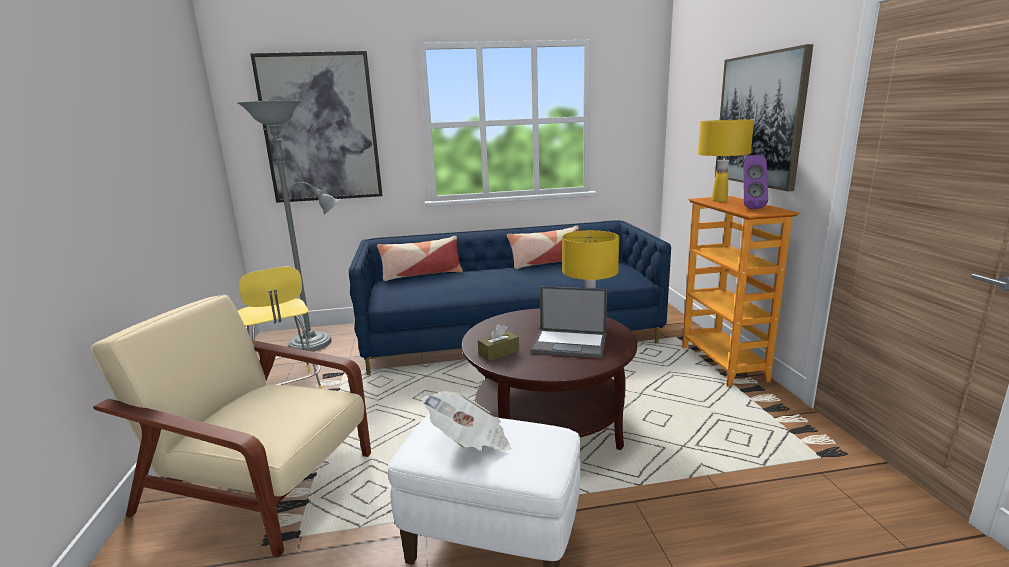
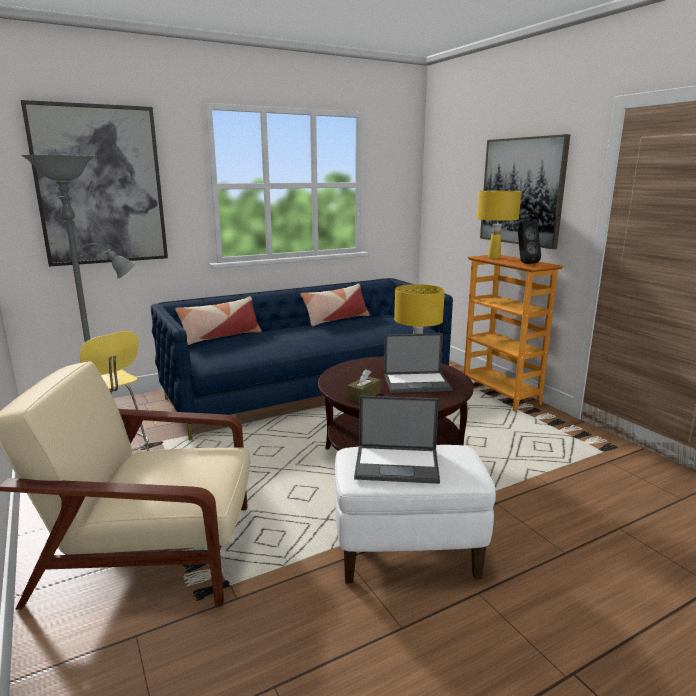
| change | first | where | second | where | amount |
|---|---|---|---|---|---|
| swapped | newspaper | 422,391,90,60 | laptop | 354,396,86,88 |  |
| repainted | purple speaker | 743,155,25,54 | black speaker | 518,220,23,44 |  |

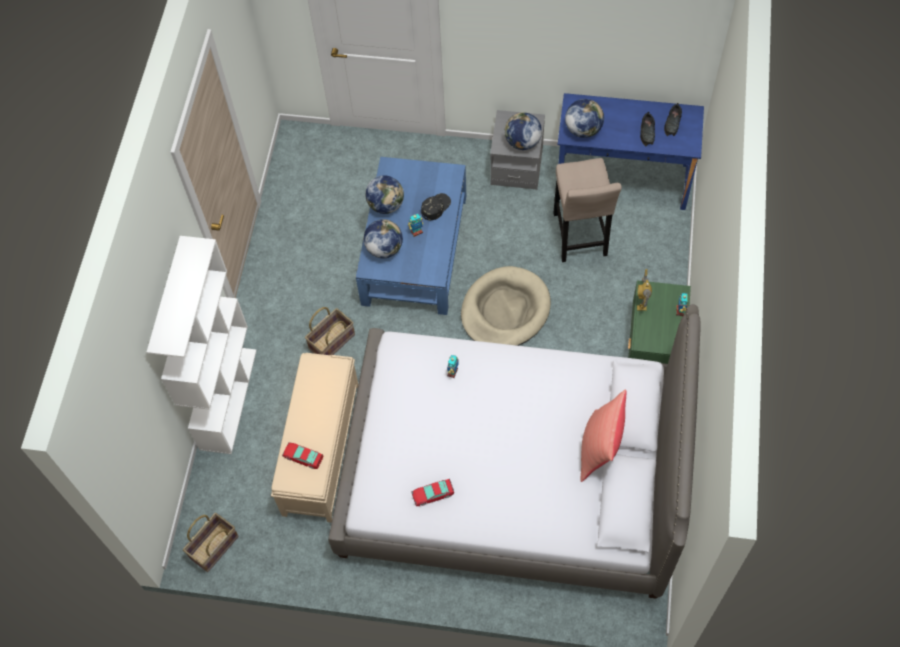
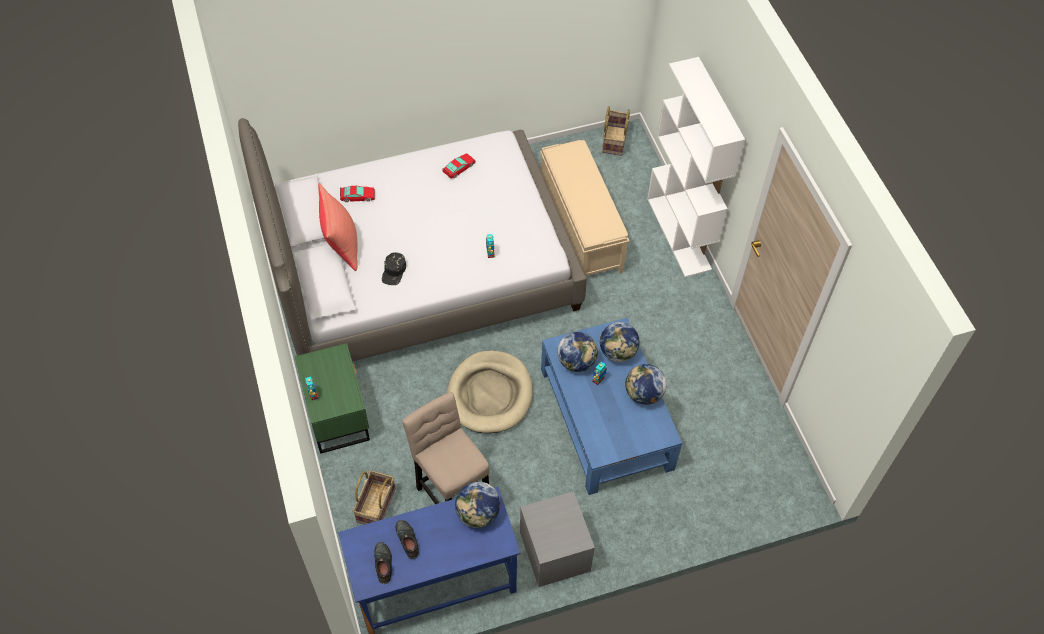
| change | first | where | second | where | amount |
|---|---|---|---|---|---|
| gone | toy robot | 637,269,15,42 |  |  |  |
| shifted | toy car | 282,442,42,27 |  | 340,186,35,16 |  |
| shifted | basket | 305,307,50,48 |  | 353,470,42,55 |  |
| shifted | black cap | 421,193,30,27 |  | 382,252,24,33 |  |
| shifted | globe | 505,112,37,38 |  | 558,332,40,40 |  |

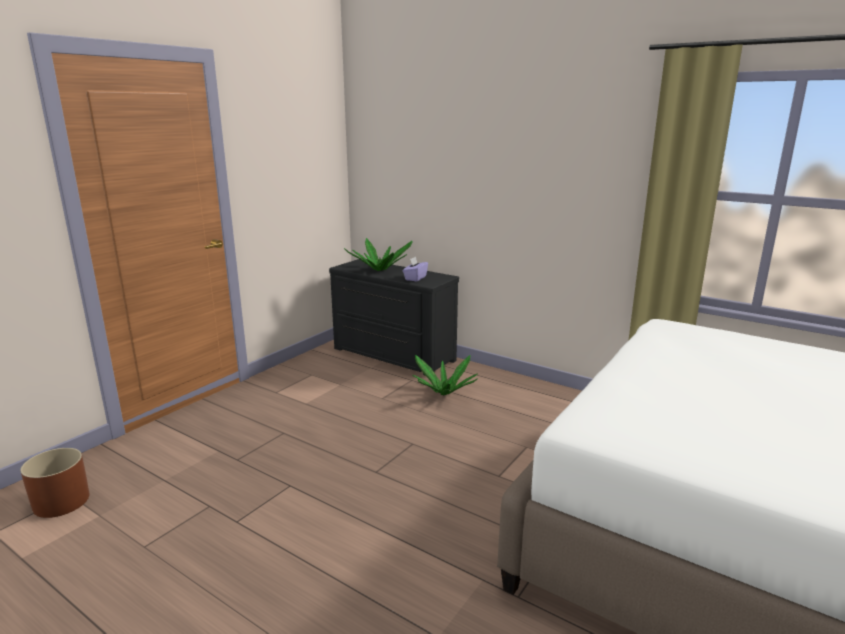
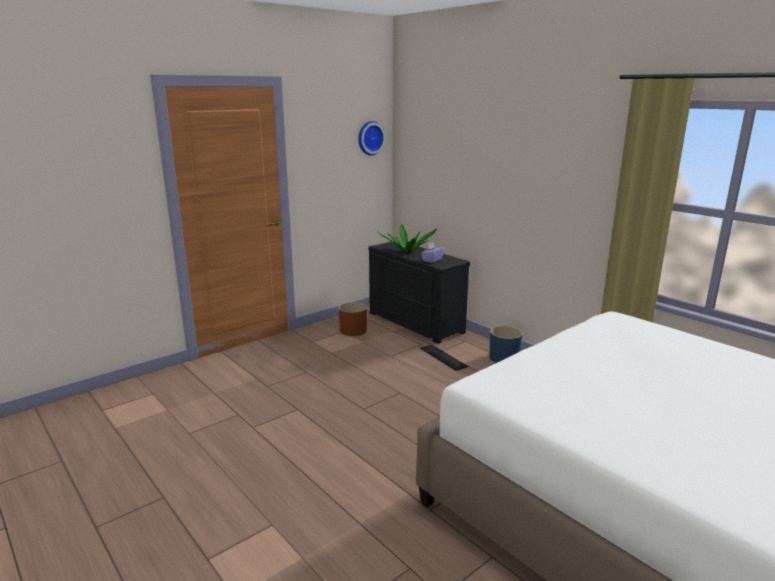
| change | first | where | second | where | amount |
|---|---|---|---|---|---|
| new |  |  | wall clock | 358,121,27,34 |  |
| new |  |  | blue planter | 489,326,34,37 |  |
| shifted | brown planter | 20,448,69,70 |  | 339,302,28,34 |  |
| swapped | potted plant | 412,355,66,40 | keyboard | 420,345,49,26 |  |

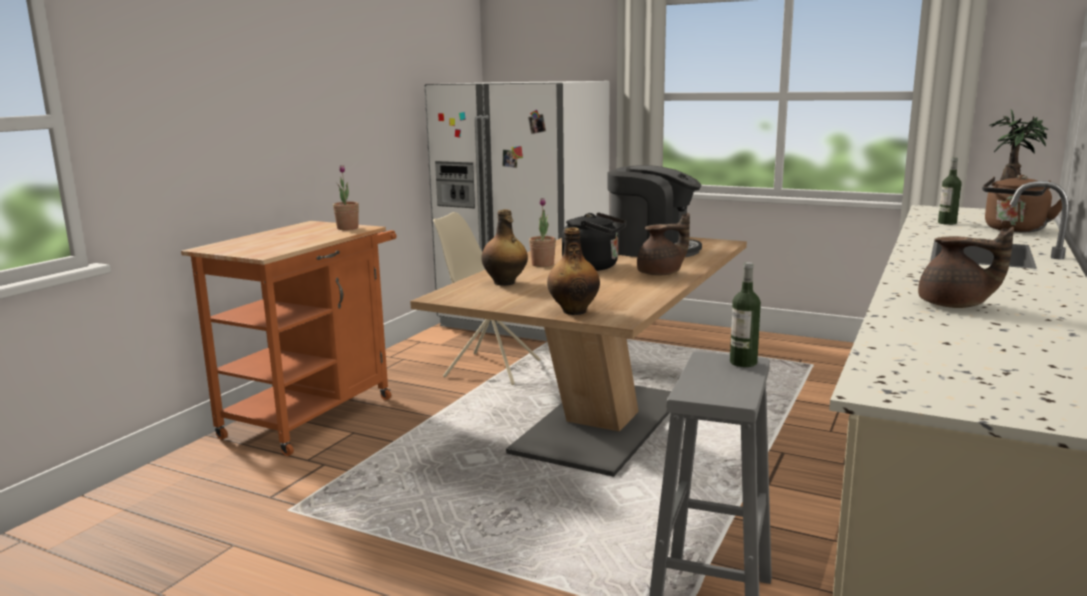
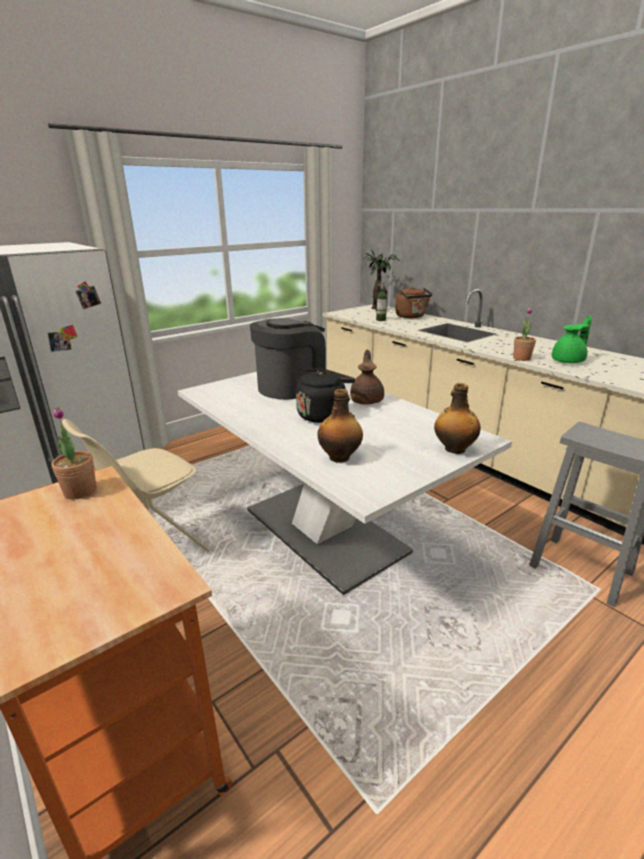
| change | first | where | second | where | amount |
|---|---|---|---|---|---|
| gone | bottle | 730,262,31,105 |  |  |  |
| shifted | potted plant | 529,198,27,69 |  | 513,307,23,54 |  |
| repainted | brown dining table | 410,237,337,240 | white dining table | 178,372,334,223 |  |
| repainted | brown teapot | 918,227,96,81 | green teapot | 552,315,40,48 |  |

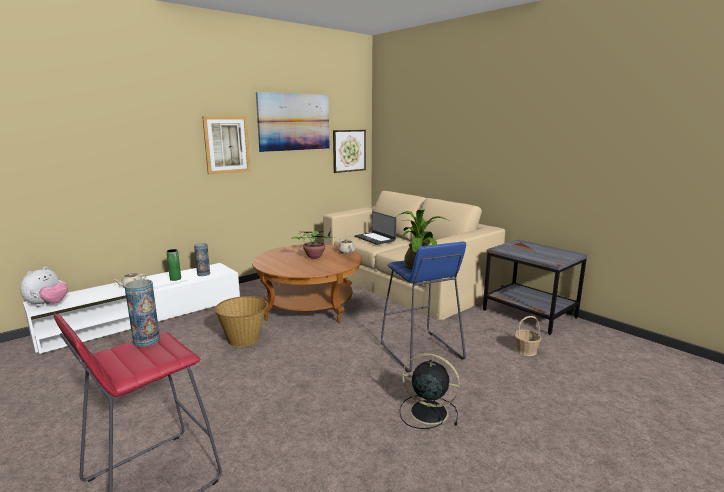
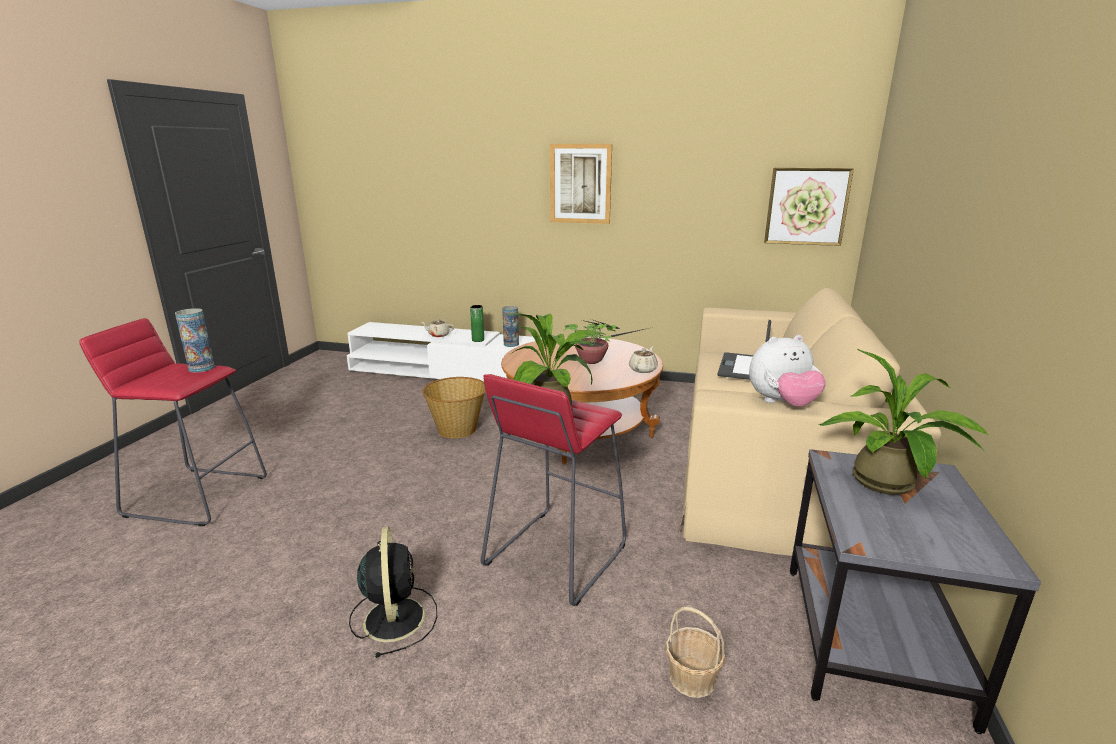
| change | first | where | second | where | amount |
|---|---|---|---|---|---|
| gone | picture | 256,92,74,60 |  |  |  |
| new |  |  | potted plant | 819,349,170,146 |  |
| shifted | plush toy | 20,267,48,40 |  | 749,335,77,72 |  |
| repainted | blue stool | 381,241,85,132 | red stool | 481,374,145,232 |  |

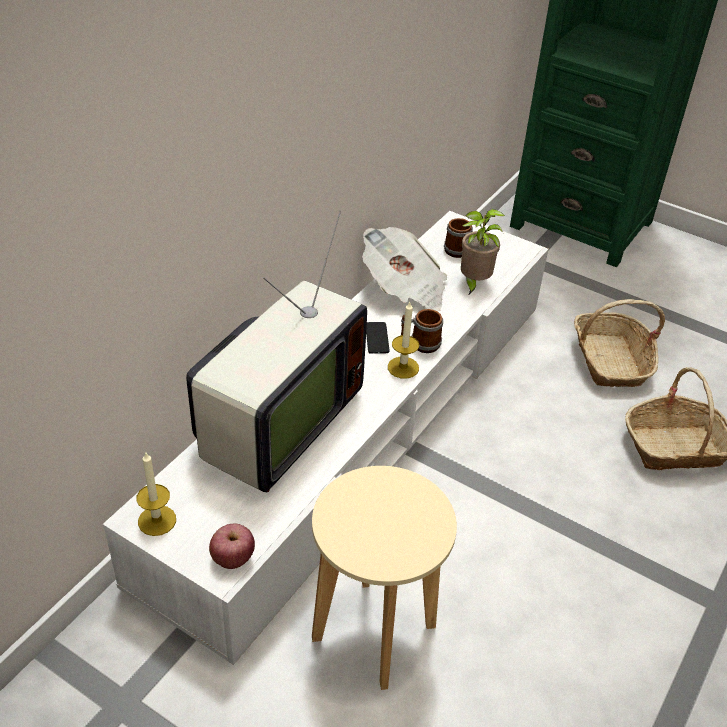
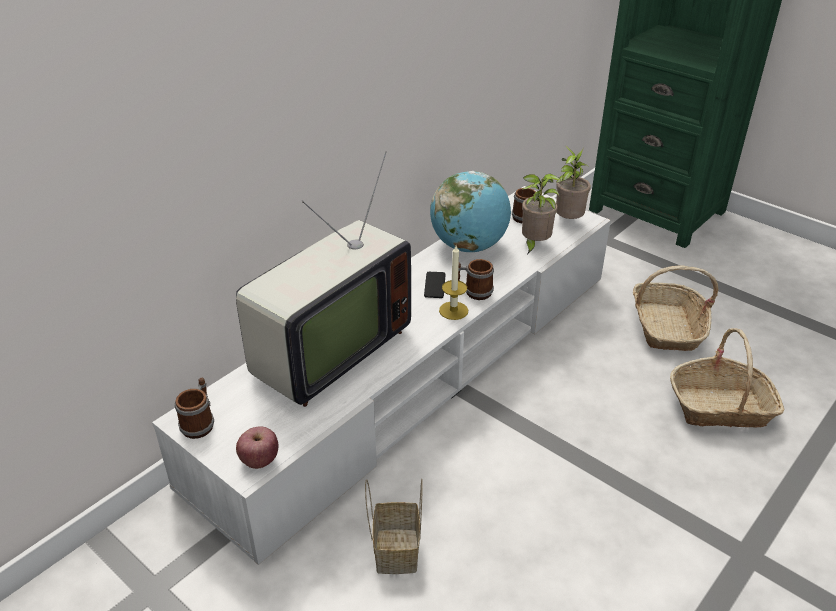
| change | first | where | second | where | amount |
|---|---|---|---|---|---|
| new |  |  | potted plant | 556,146,35,73 |  |
| swapped | candle | 137,451,39,85 | mug | 175,378,39,61 |  |
| swapped | beige stool | 312,466,145,224 | basket | 365,479,58,95 |  |
| swapped | newspaper | 362,227,85,84 | globe | 430,171,81,81 |  |

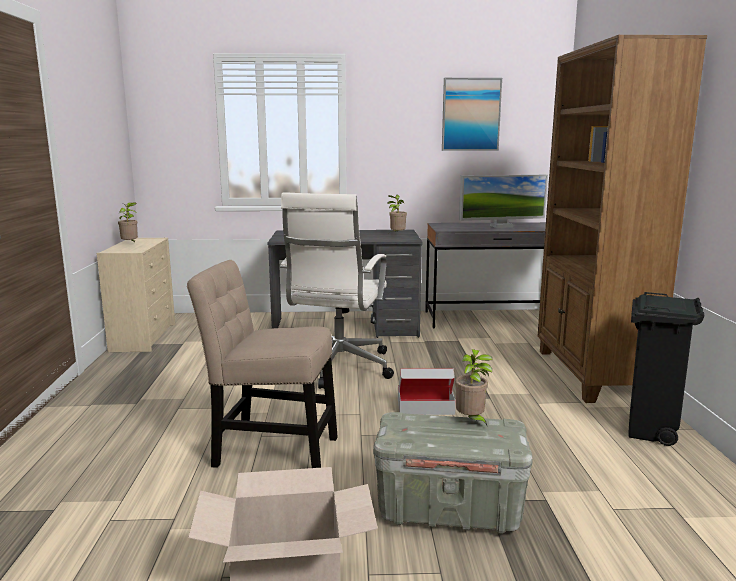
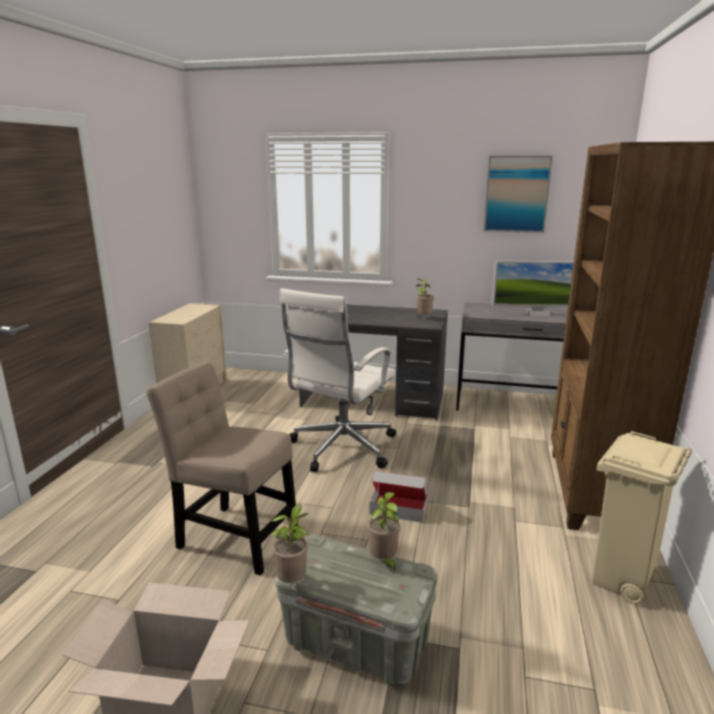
| change | first | where | second | where | amount |
|---|---|---|---|---|---|
| shifted | potted plant | 118,202,20,40 |  | 271,505,37,78 |  |
| repainted | black trash can | 628,292,77,154 | beige trash can | 592,431,100,173 |  |

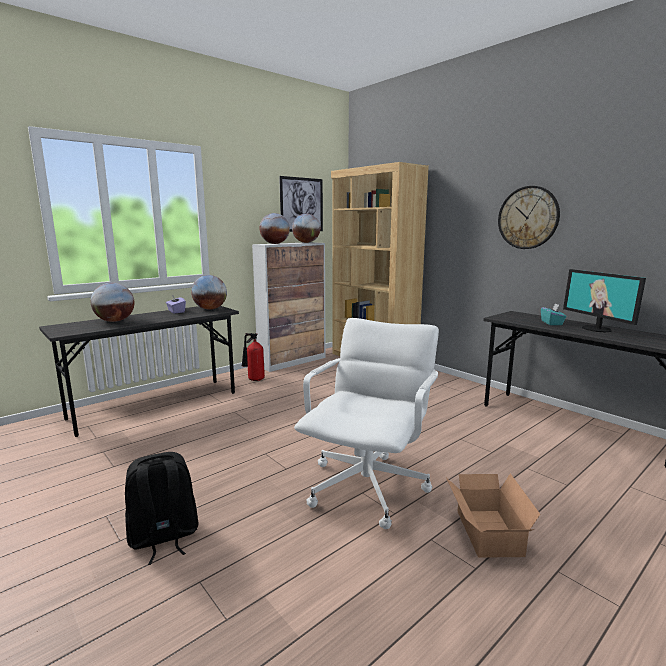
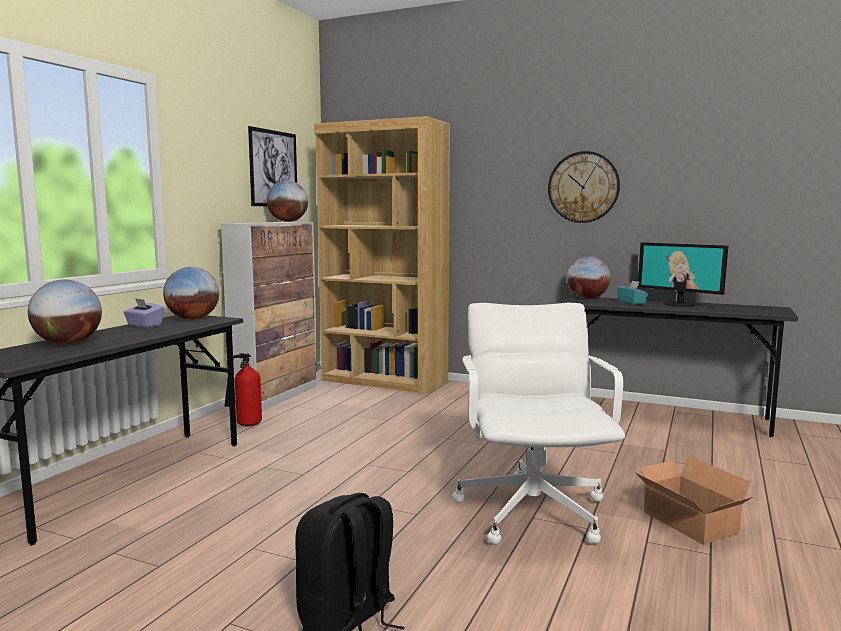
| change | first | where | second | where | amount |
|---|---|---|---|---|---|
| shifted | globe | 259,213,31,31 |  | 567,256,44,43 |  |

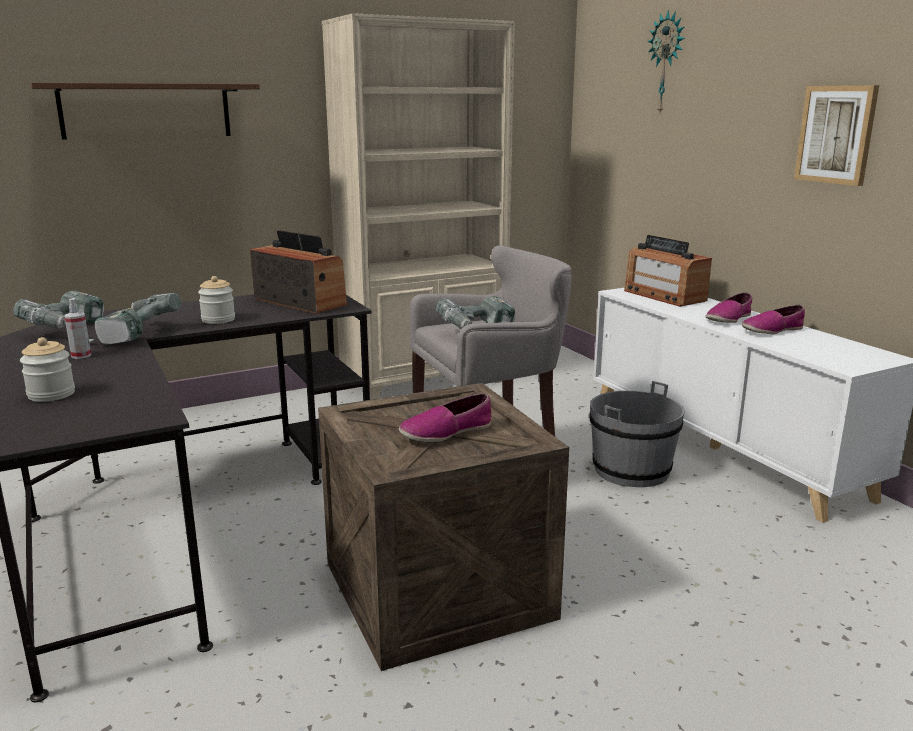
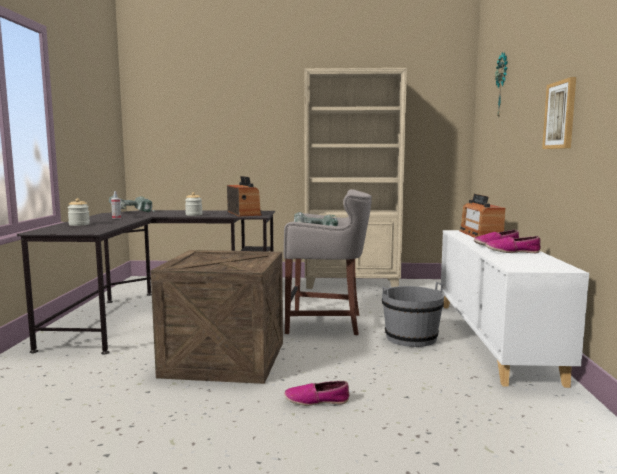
| change | first | where | second | where | amount |
|---|---|---|---|---|---|
| gone | brown shelf | 31,82,229,58 |  |  |  |
| gone | power drill | 89,293,92,52 |  |  |  |
| shifted | shoe | 399,393,92,49 |  | 284,381,65,25 |  |

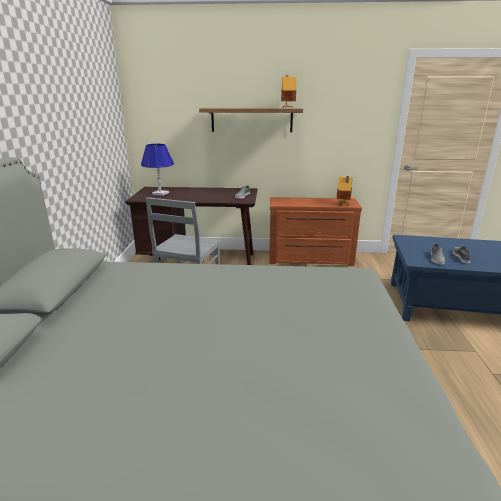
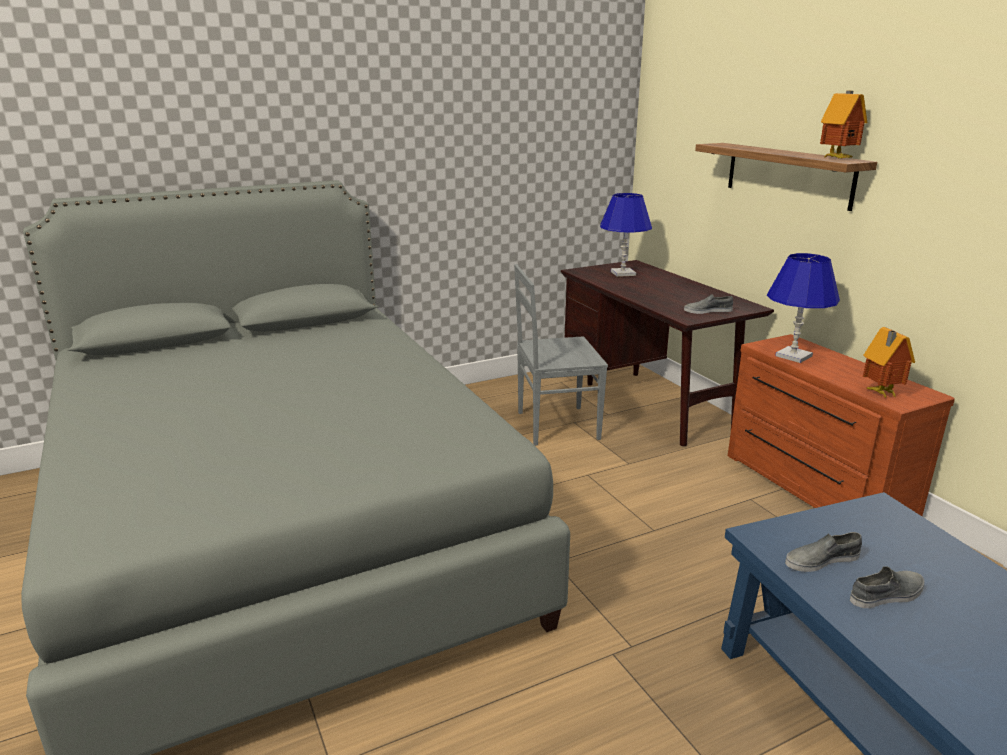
| change | first | where | second | where | amount |
|---|---|---|---|---|---|
| new |  |  | blue table lamp | 767,253,73,110 |  |

